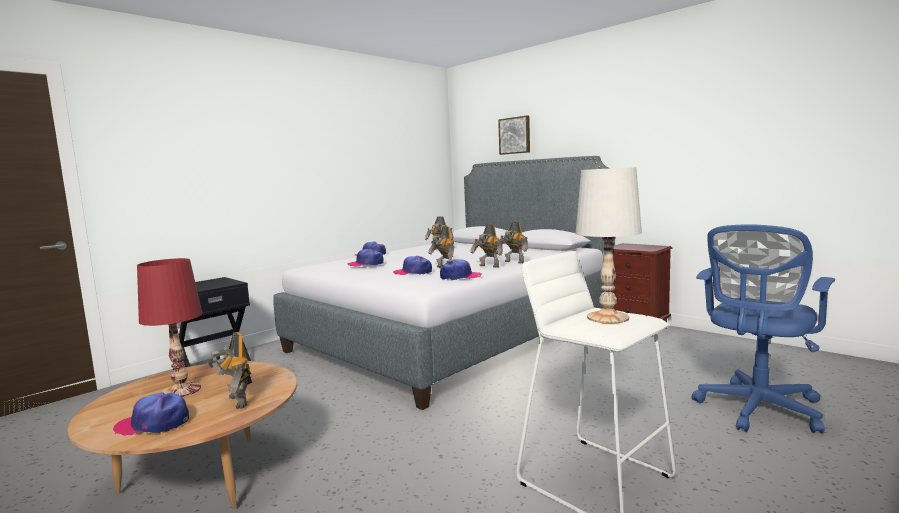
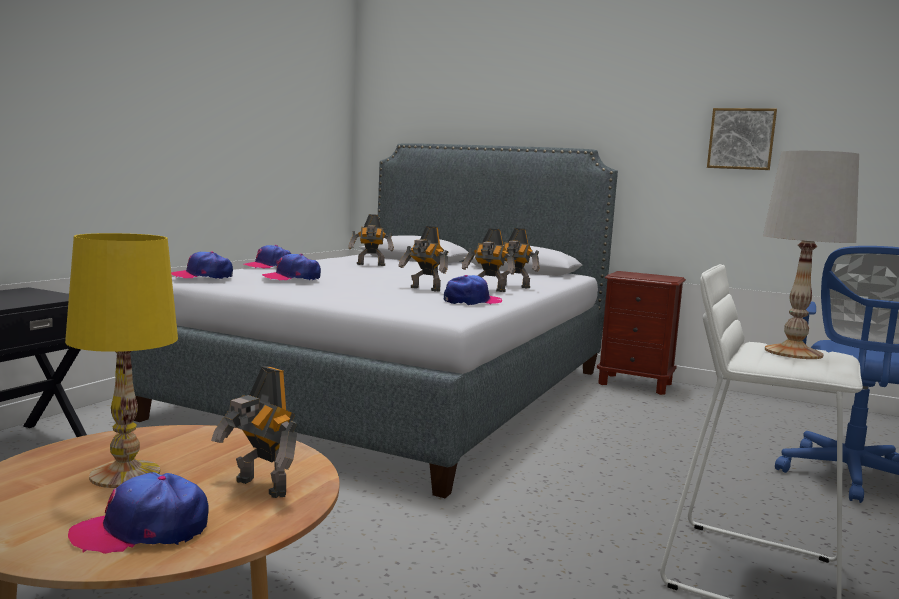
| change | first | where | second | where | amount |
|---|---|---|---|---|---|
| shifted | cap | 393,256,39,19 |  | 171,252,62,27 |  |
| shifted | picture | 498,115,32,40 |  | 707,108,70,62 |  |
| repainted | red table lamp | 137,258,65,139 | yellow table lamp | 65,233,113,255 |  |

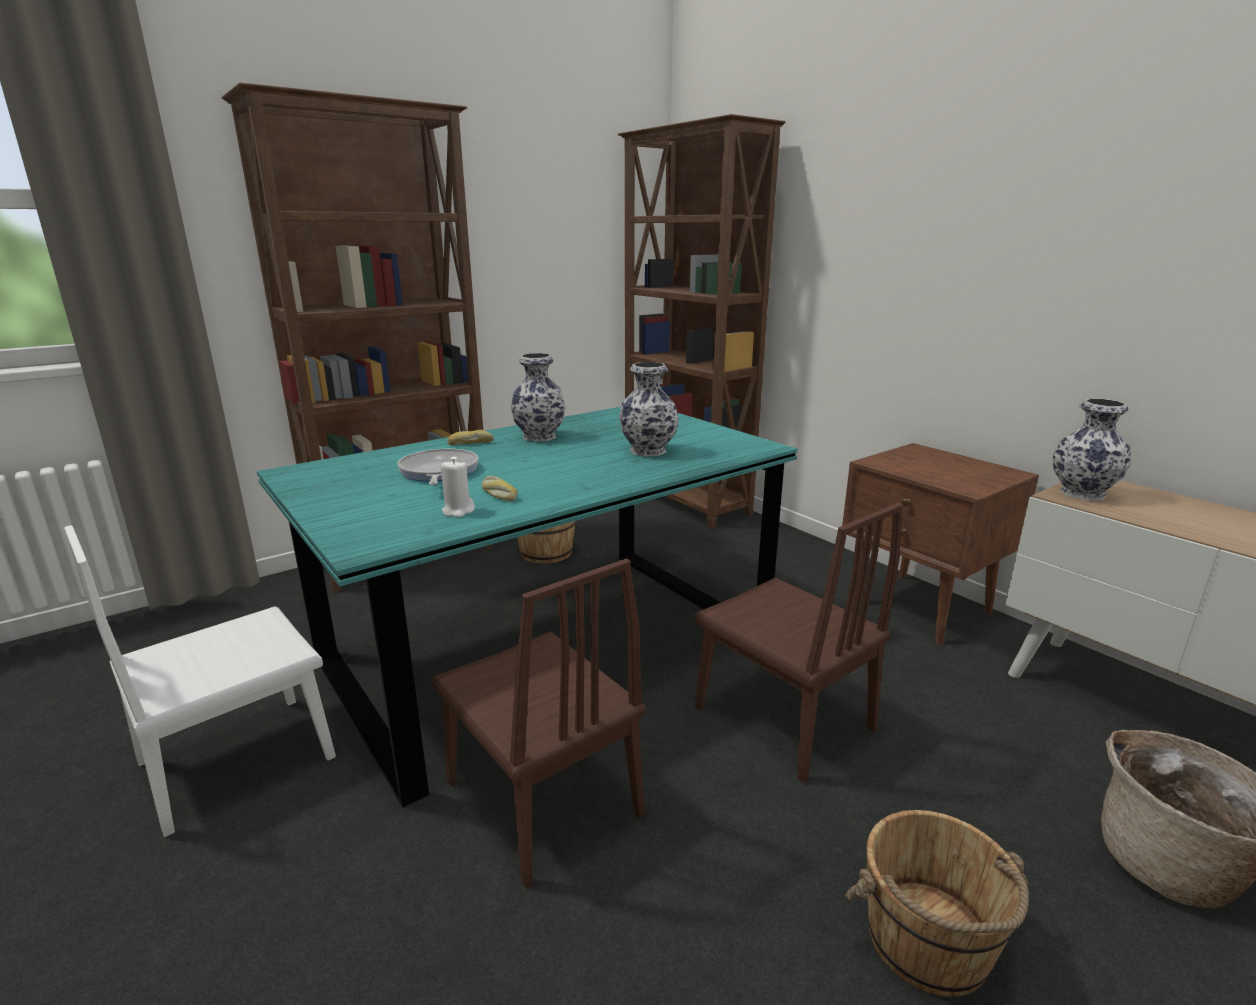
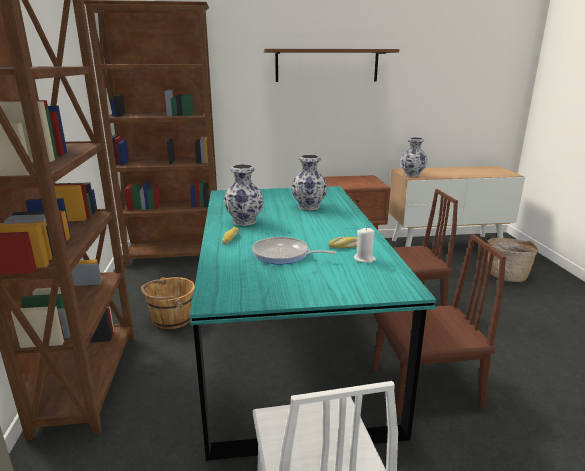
| change | first | where | second | where | amount |
|---|---|---|---|---|---|
| gone | brown bucket | 845,810,184,187 |  |  |  |
| new |  |  | brown shelf | 264,49,135,33 |  |

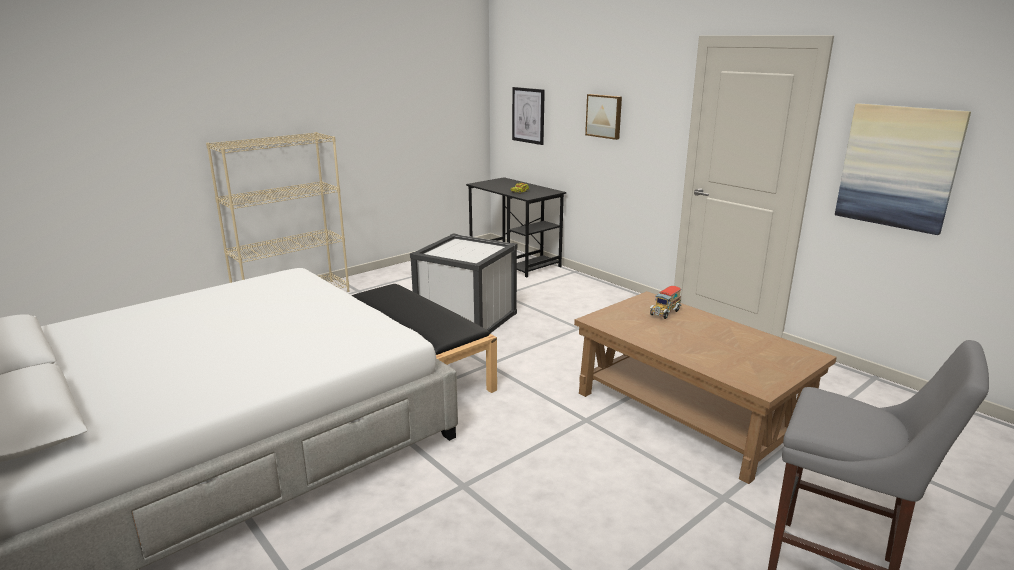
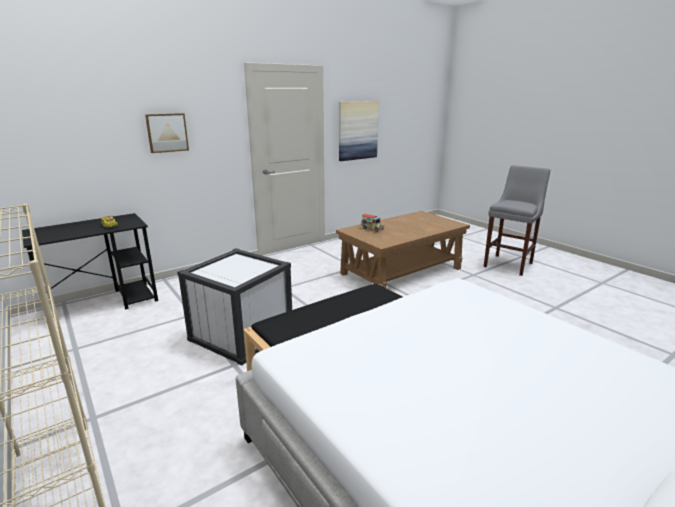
| change | first | where | second | where | amount |
|---|---|---|---|---|---|
| gone | picture | 512,87,33,58 |  |  |  |

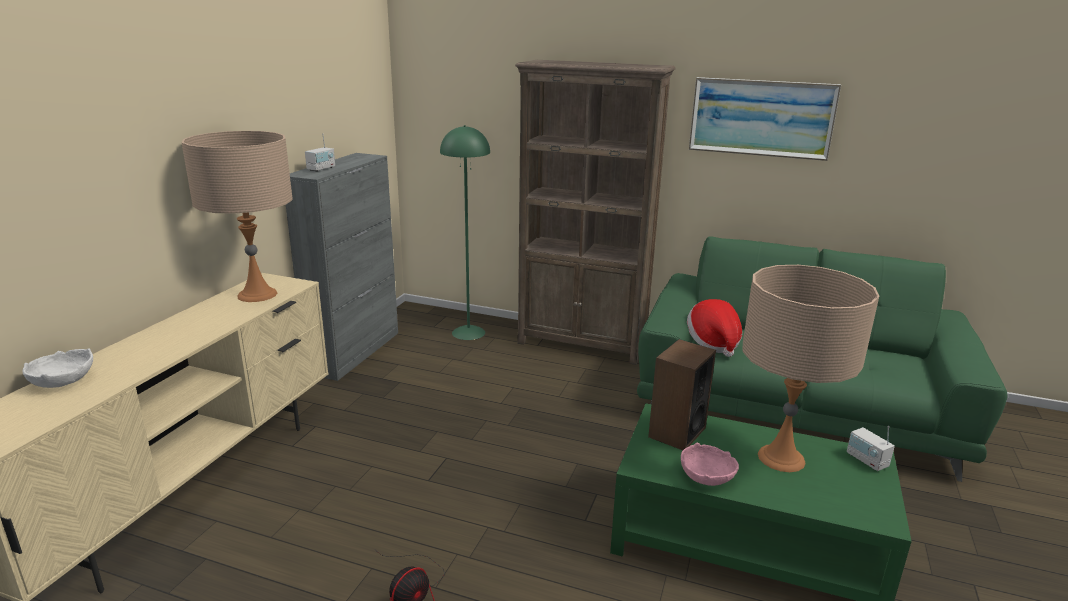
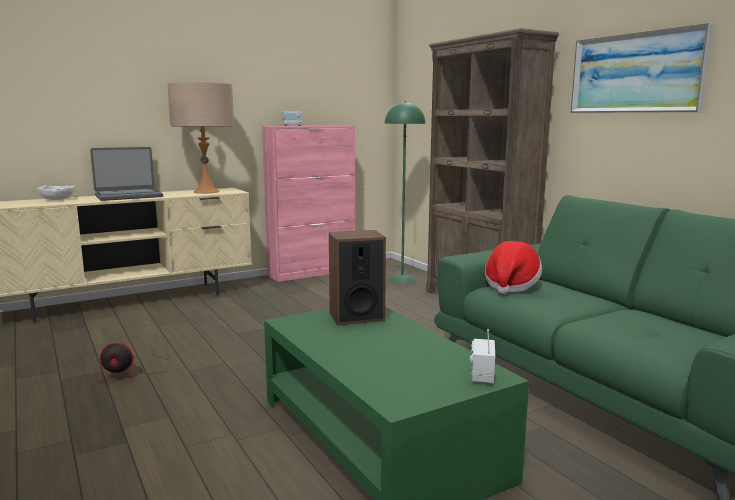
| change | first | where | second | where | amount |
|---|---|---|---|---|---|
| gone | pink bowl | 681,443,58,43 |  |  |  |
| gone | beige table lamp | 742,265,137,207 |  |  |  |
| new |  |  | laptop | 90,147,73,54 |  |
| repainted | grey cabinet | 286,153,112,228 | pink cabinet | 262,126,93,156 |  |

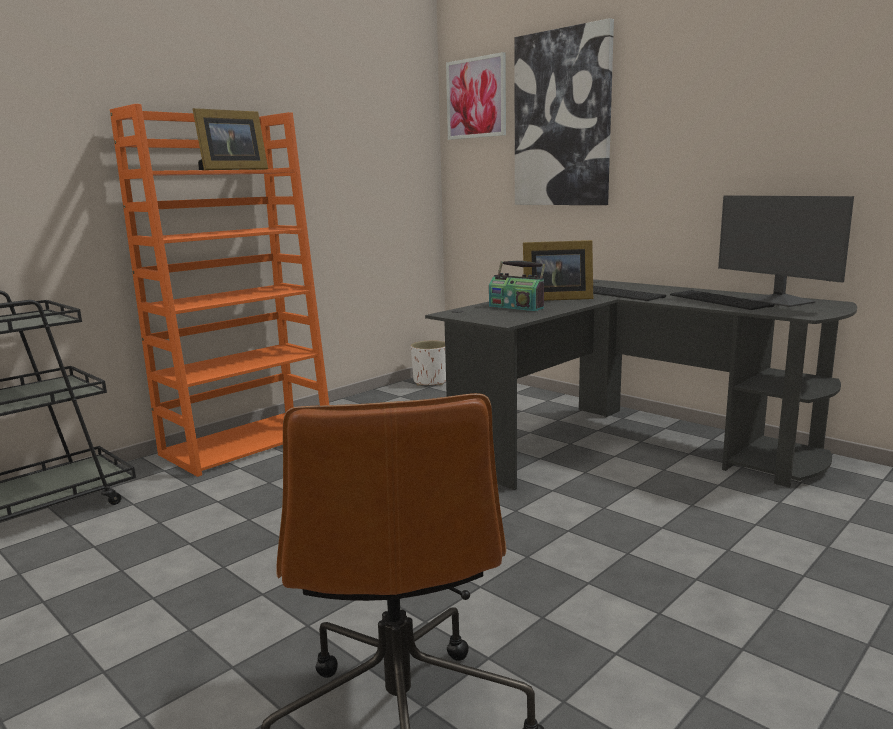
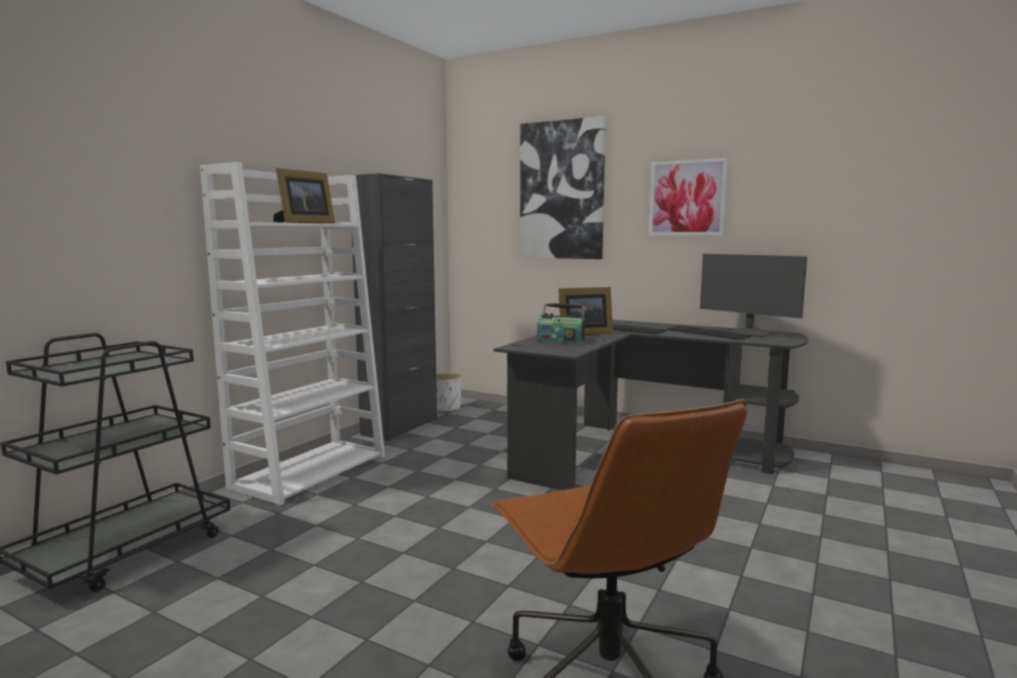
| change | first | where | second | where | amount |
|---|---|---|---|---|---|
| new |  |  | black cabinet | 352,173,85,268 |  |
| shifted | picture | 446,52,60,88 |  | 649,158,79,77 |  |
| repainted | orange bookcase | 110,104,219,373 | white bookcase | 200,162,185,343 |  |

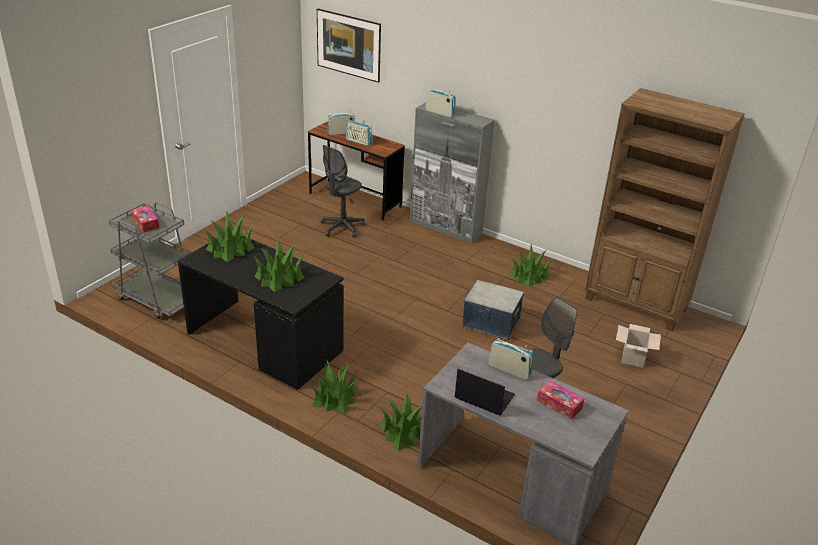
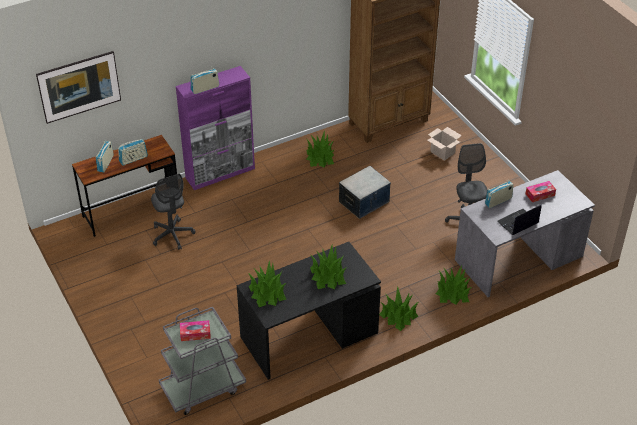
| change | first | where | second | where | amount |
|---|---|---|---|---|---|
| repainted | grey cabinet | 410,102,85,142 | purple cabinet | 176,66,79,124 |  |

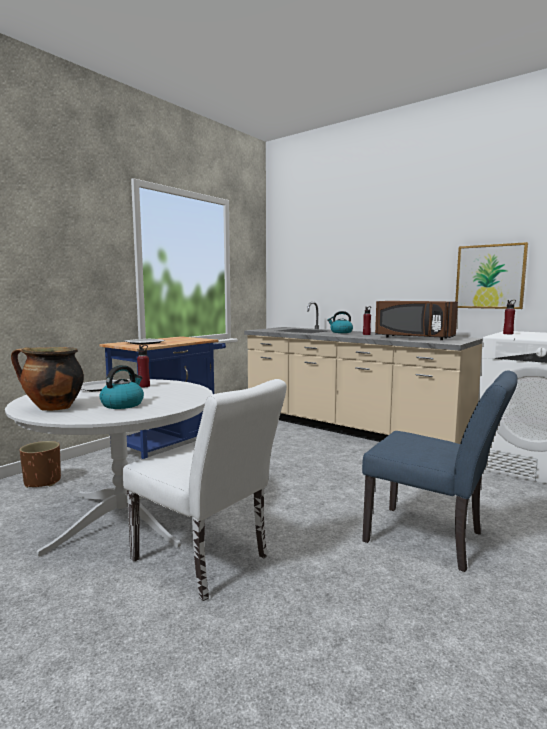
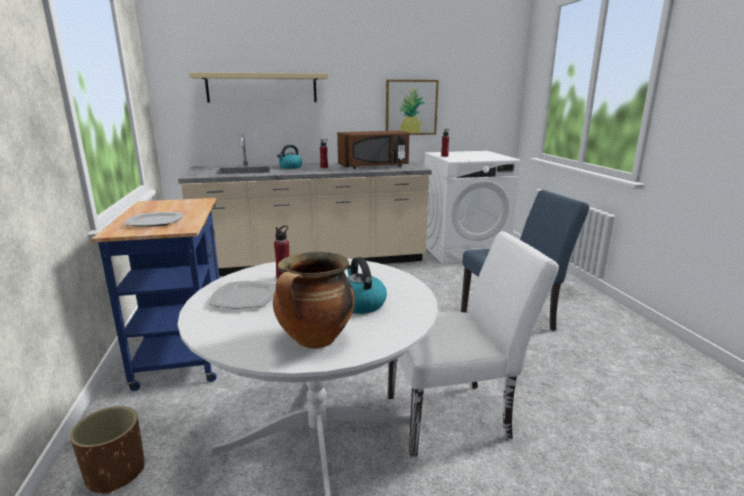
| change | first | where | second | where | amount |
|---|---|---|---|---|---|
| new |  |  | beige shelf | 189,72,139,31 |  |

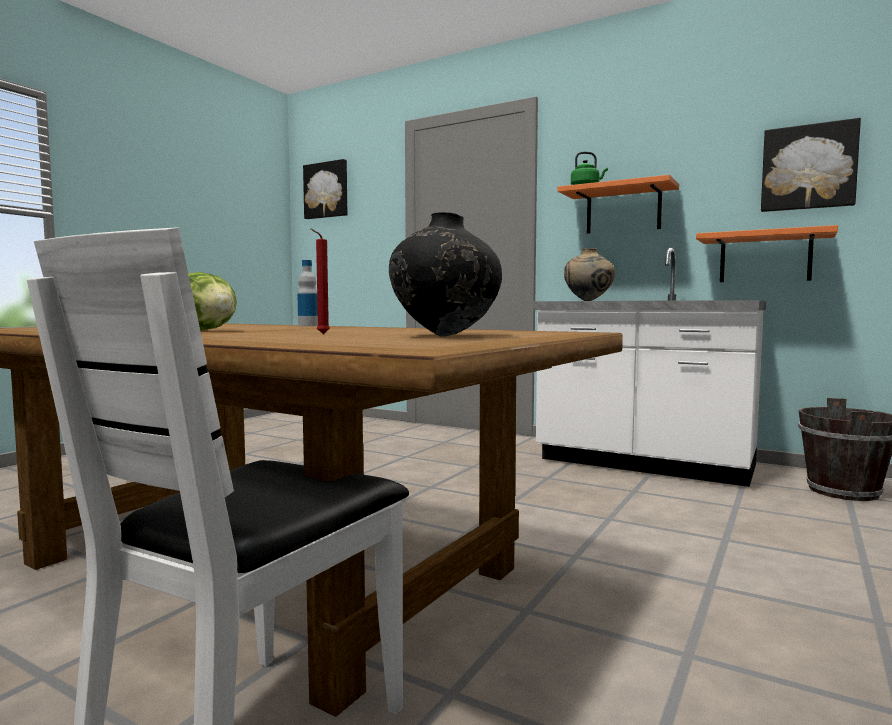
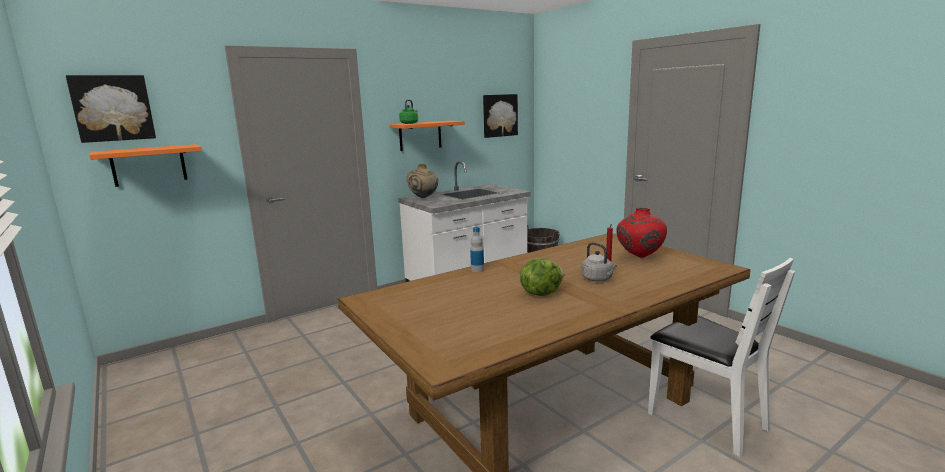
| change | first | where | second | where | amount |
|---|---|---|---|---|---|
| new |  |  | grey kettle | 581,242,36,39 |  |
| shifted | orange shelf | 696,225,142,57 |  | 89,144,113,43 |  |
| repainted | black vase | 389,212,113,125 | red vase | 617,208,50,50 |  |

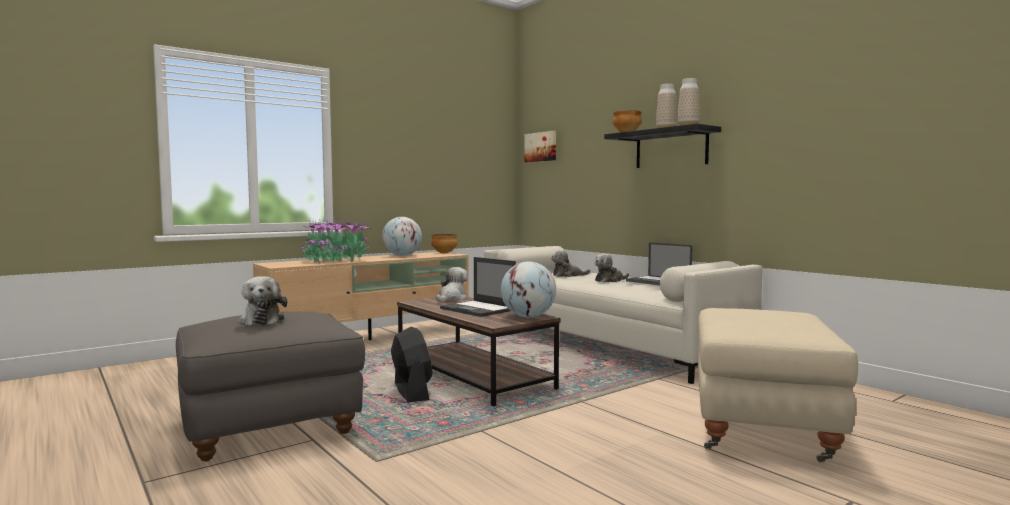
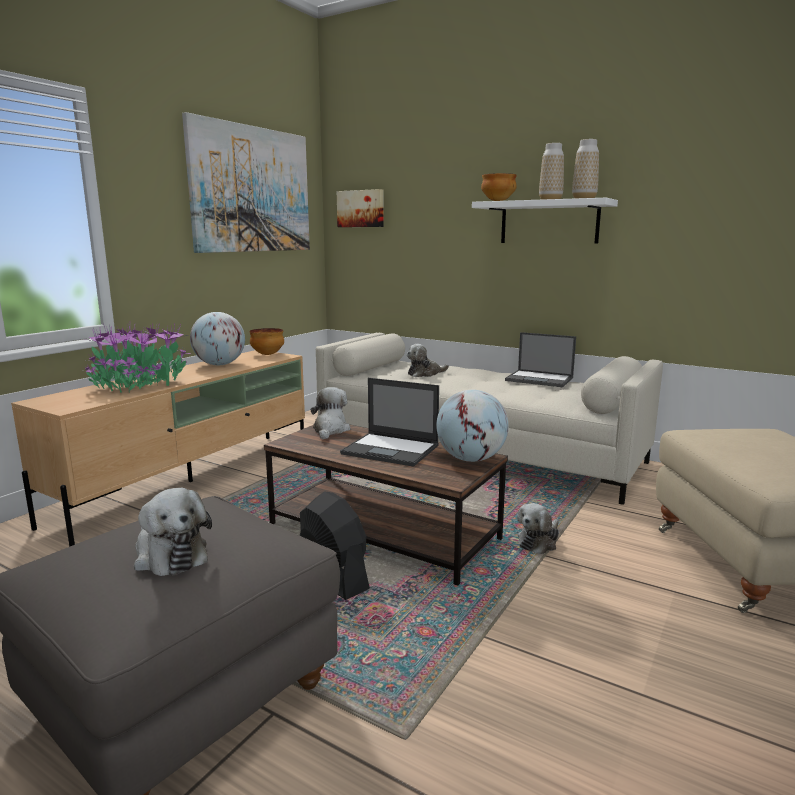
| change | first | where | second | where | amount |
|---|---|---|---|---|---|
| new |  |  | picture | 182,112,128,141 |  |
| shifted | plush toy | 595,253,34,30 |  | 517,503,42,51 |  |
| repainted | black shelf | 604,124,117,44 | white shelf | 472,198,146,46 |  |

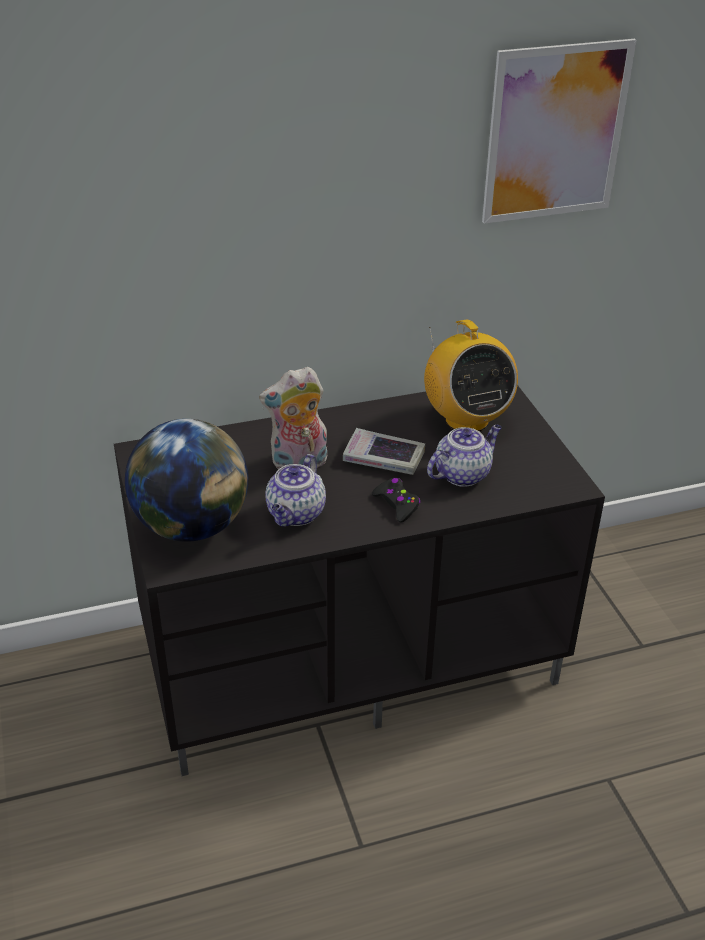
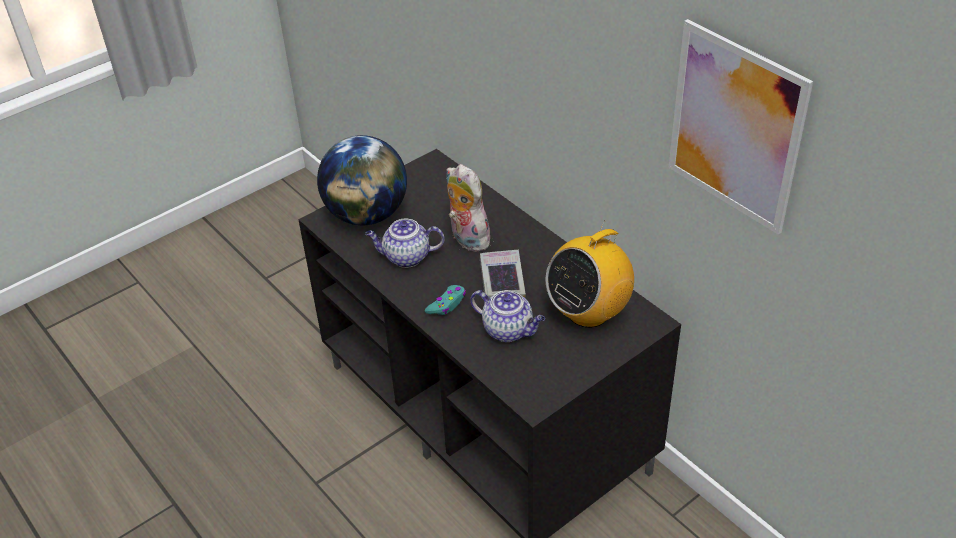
| change | first | where | second | where | amount |
|---|---|---|---|---|---|
| repainted | black game controller | 372,478,49,45 | turquoise game controller | 425,285,41,30 |  |

